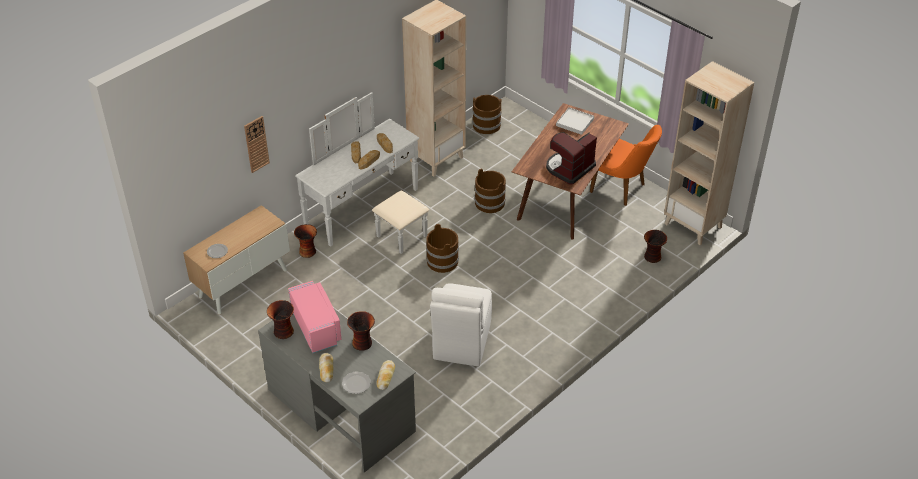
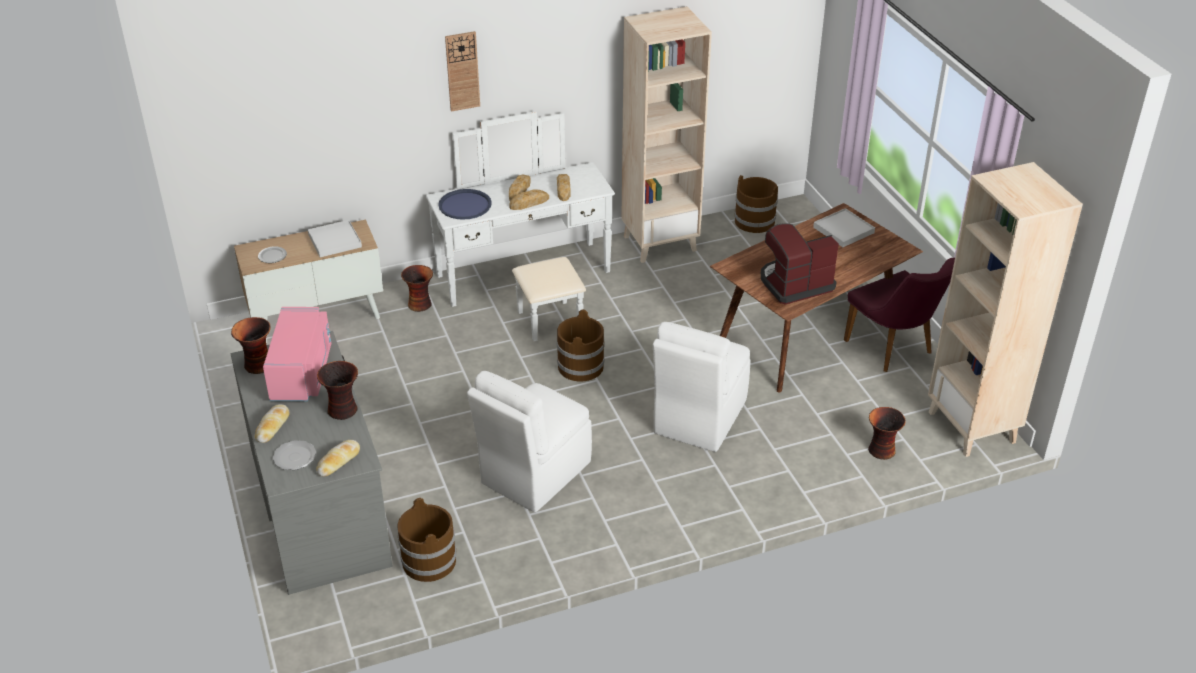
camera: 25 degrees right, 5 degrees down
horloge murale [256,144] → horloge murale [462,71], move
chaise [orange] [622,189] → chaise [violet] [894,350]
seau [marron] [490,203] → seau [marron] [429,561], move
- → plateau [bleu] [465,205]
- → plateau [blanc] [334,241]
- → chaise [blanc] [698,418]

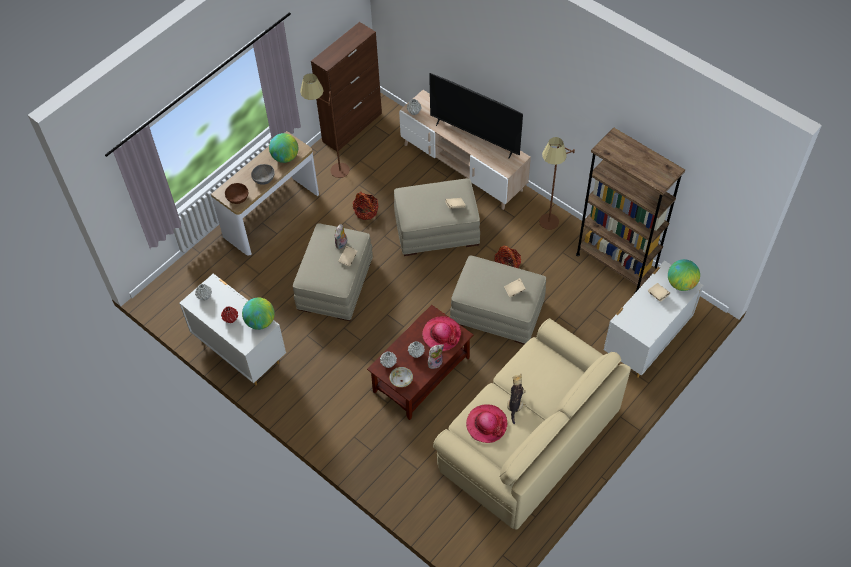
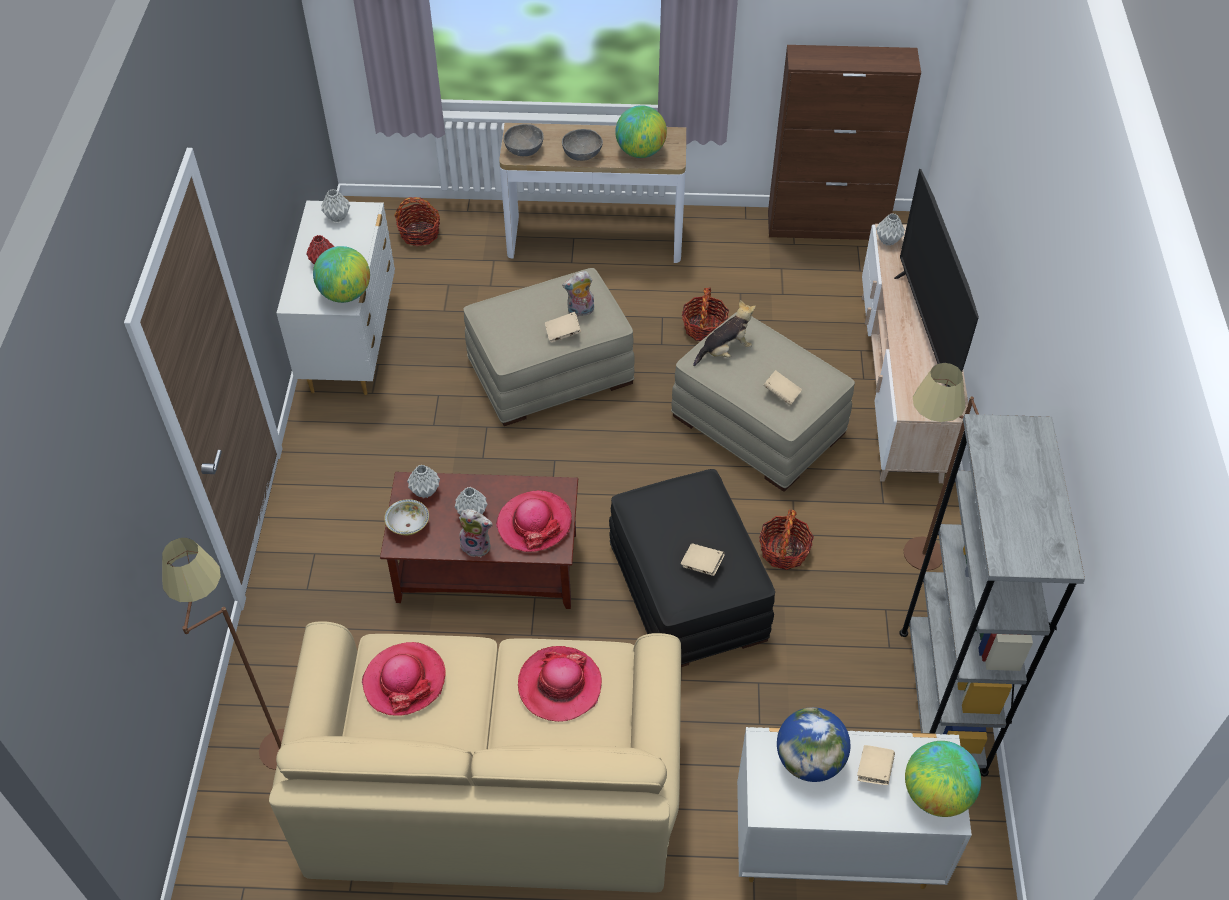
camera: 50 degrees right, 5 degrees down
lampadaire [marron] [331,172] → lampadaire [marron] [266,738], move
bibliothèque [marron] [615,264] → bibliothèque [gris] [942,700]
bol [marron] [238,198] → bol [gris] [524,149]
pouf [beige] [498,311] → pouf [noir] [688,592]
peluche [515,403] → peluche [725,351], move
- → panier [420,233]
- → chapeau [559,685]
- → globe [809,760]

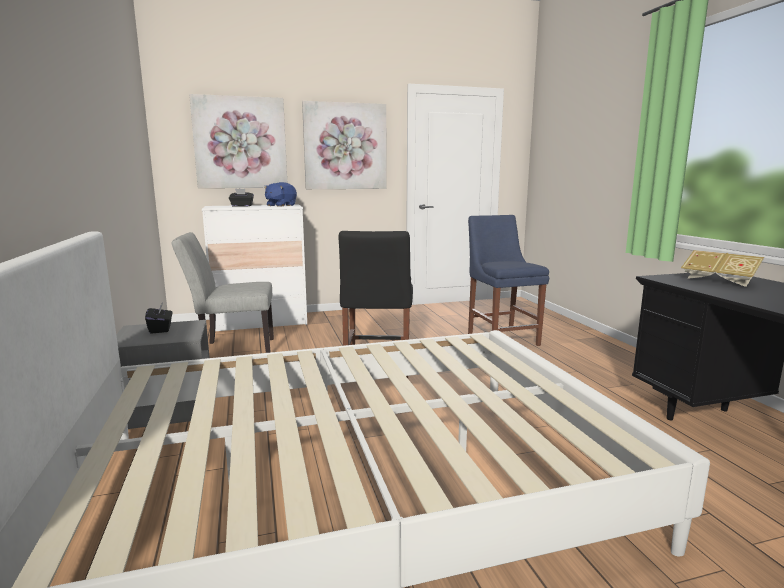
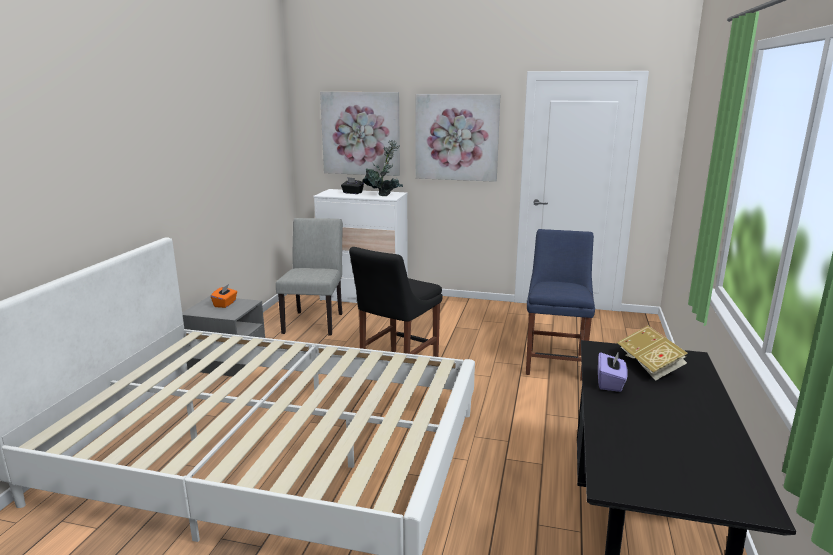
camera: 30 degrees right, 5 degrees up
peluche [bleu] [280,205] → plante en pot [384,195]
chaise [gris] [231,350] → chaise [gris] [315,321], 75 degrees clockwise
boîte à mouchoirs [noir] [161,329] → boîte à mouchoirs [orange] [225,304]
- → boîte à mouchoirs [violet] [610,383]

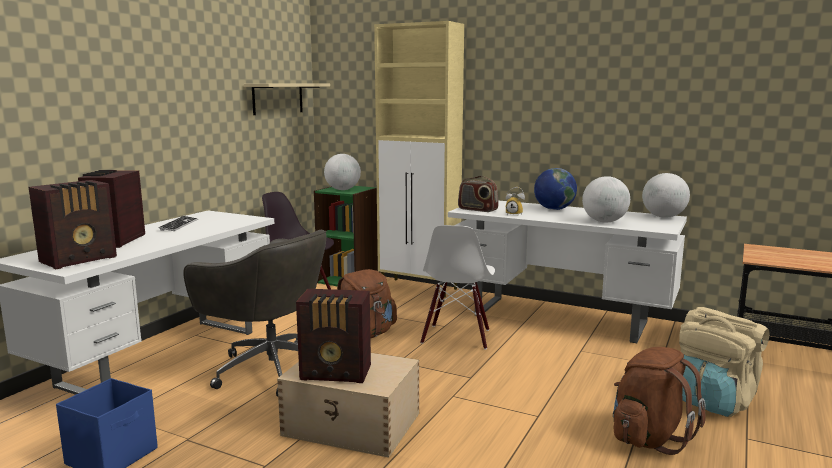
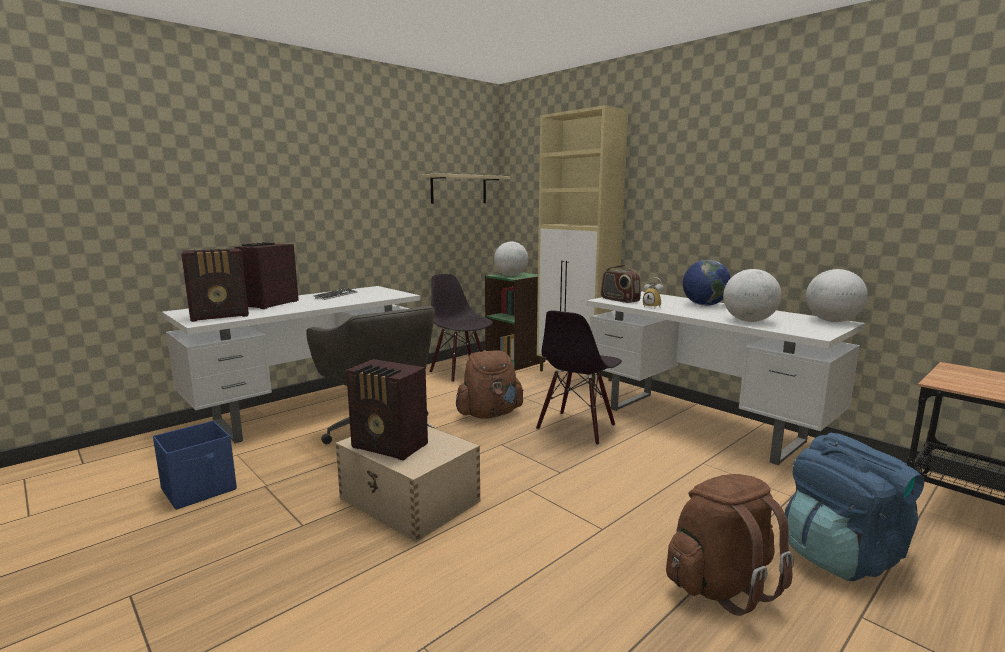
camera: 20 degrees right, 0 degrees up
chaise [blanc] [457,337] → chaise [noir] [576,428]
sac à dos [beige] [714,401] → sac à dos [bleu] [841,555]

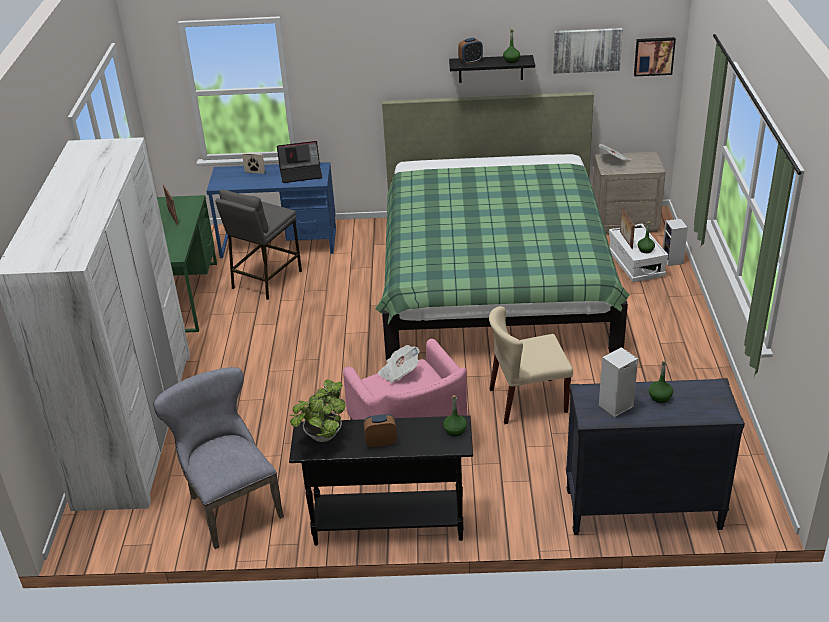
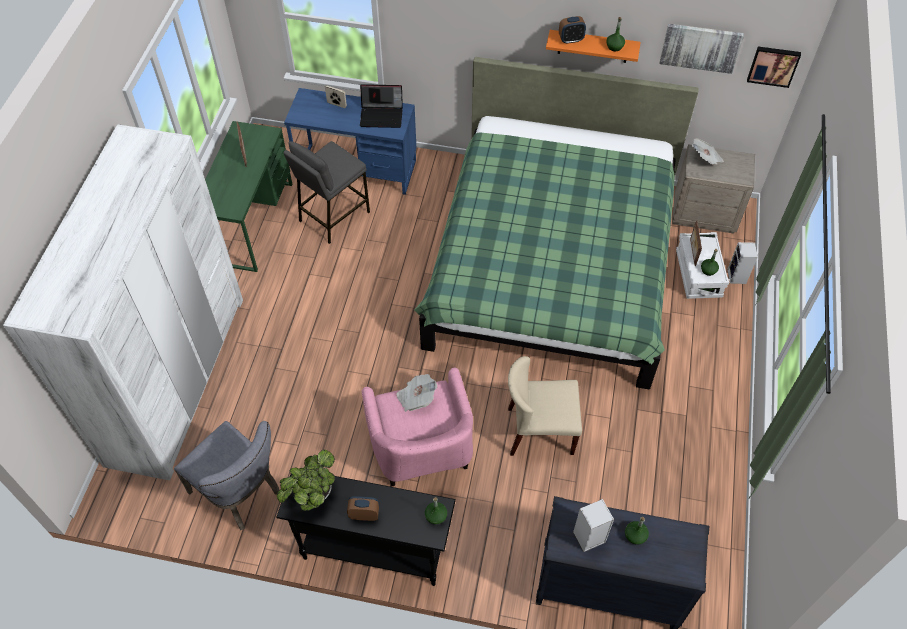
camera: 10 degrees right, 20 degrees up
étagère [noir] [491,68] → étagère [orange] [593,46]
chaise [gris] [230,504] → chaise [gris] [241,493], 150 degrees clockwise

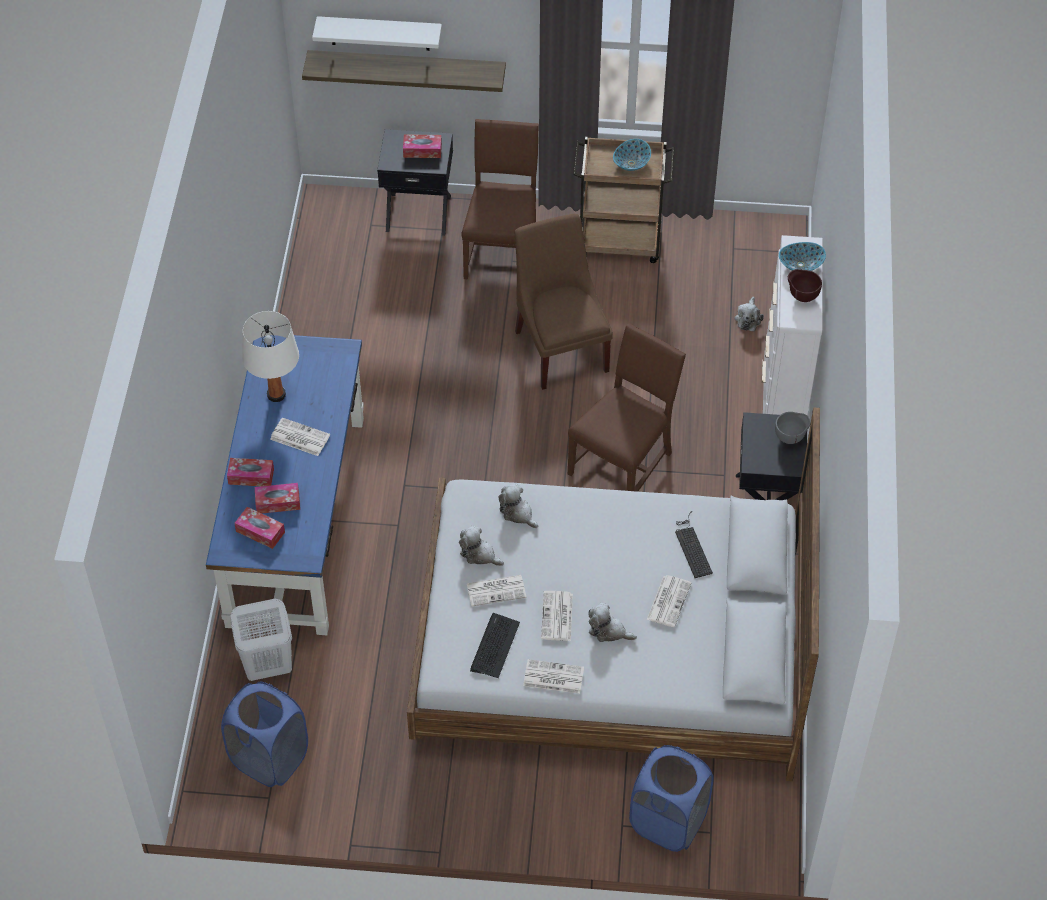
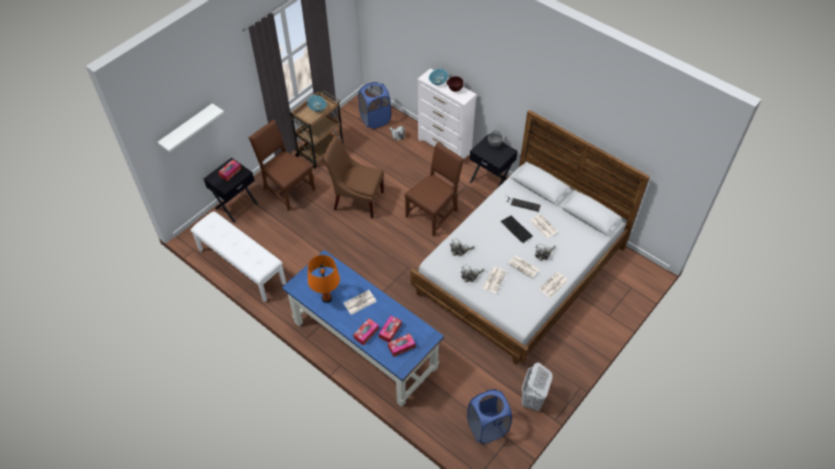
camera: 55 degrees left, 0 degrees up
étagère [407,68] → -
lampe de table [blanc] [276,394] → lampe de table [orange] [326,298]
chaise [marron] [624,463] → chaise [marron] [433,213], 60 degrees clockwise
panier à linge [blanc] [267,667] → panier à linge [blanc] [532,400], move
clavier [494,646] → clavier [516,229], move
panier à linge [bleu] [668,821] → panier à linge [bleu] [375,119], move
- → banc [blanc] [241,266]

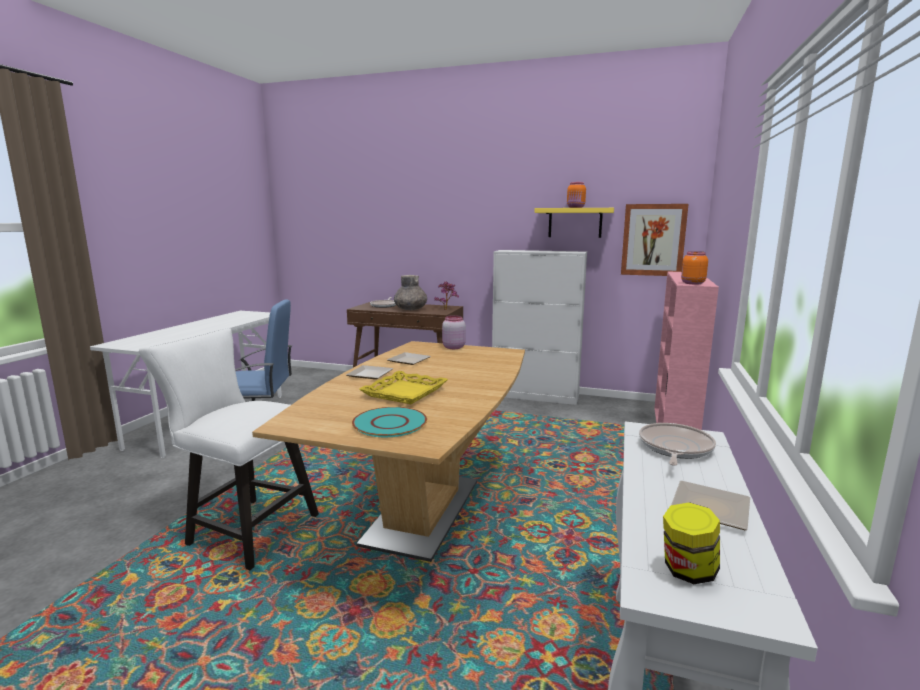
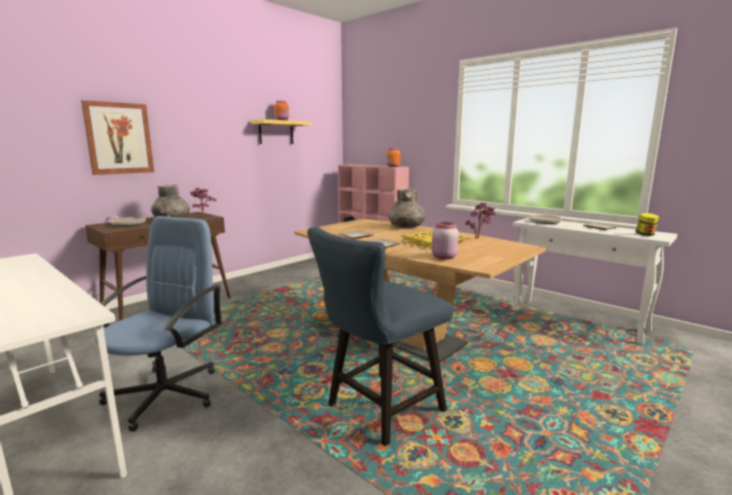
camera: 65 degrees left, 0 degrees up
tableau [653,240] → tableau [119,138], move
meuble de rangement [blanc] [535,396] → -
bocal [rose] [453,347] → bocal [rose] [443,257], move
chaise [blanc] [246,529] → chaise [bleu] [379,410]
assiette [turquoise] [390,423] → -
- → vase [gris] [406,227]
- → plante en pot [479,238]

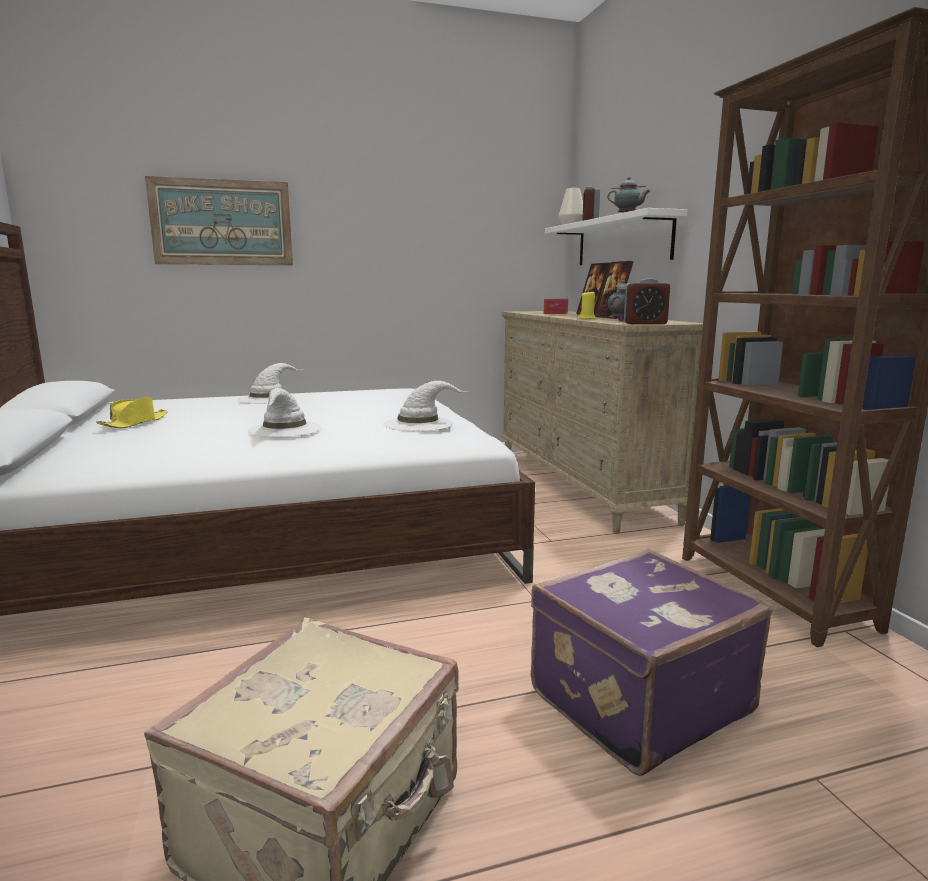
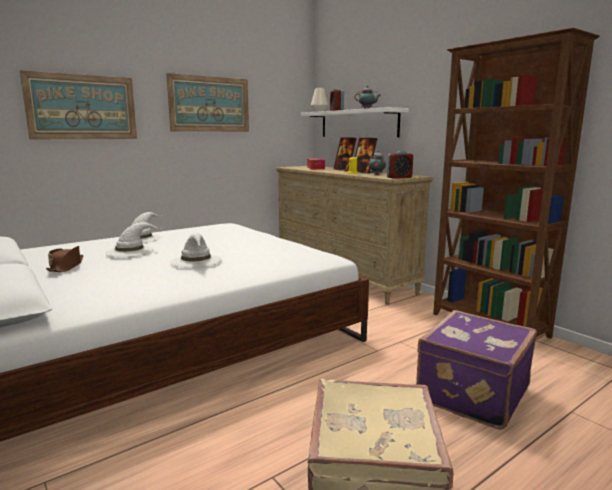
camera: 20 degrees left, 0 degrees up
chapeau [blanc] [419,423] → chapeau [blanc] [130,251], move
chapeau [jaune] [134,423] → chapeau [marron] [66,266]
- → tableau [210,104]

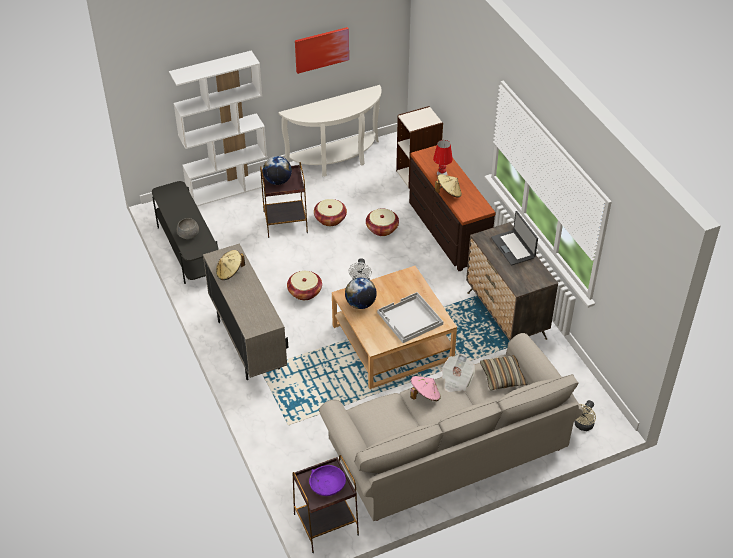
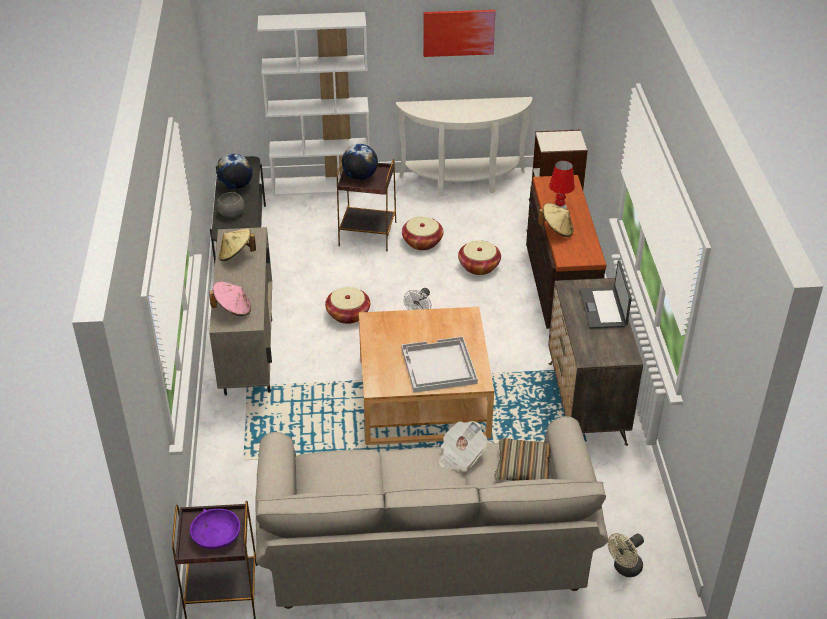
camera: 20 degrees right, 5 degrees down
globe [360,304] → globe [236,186], move
chapeau [rose] [425,395] → chapeau [rose] [233,309], move

